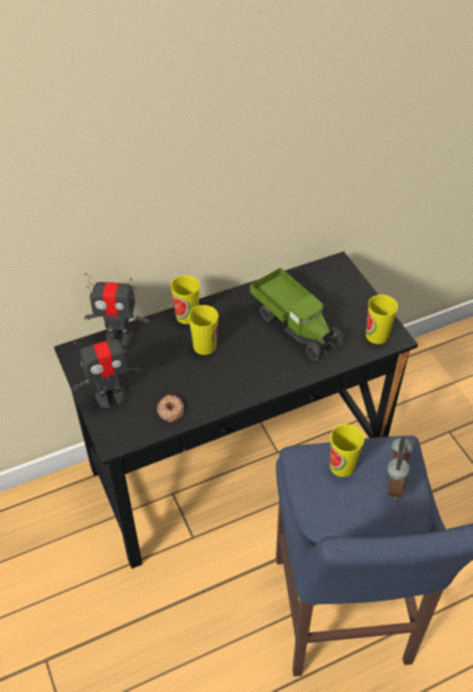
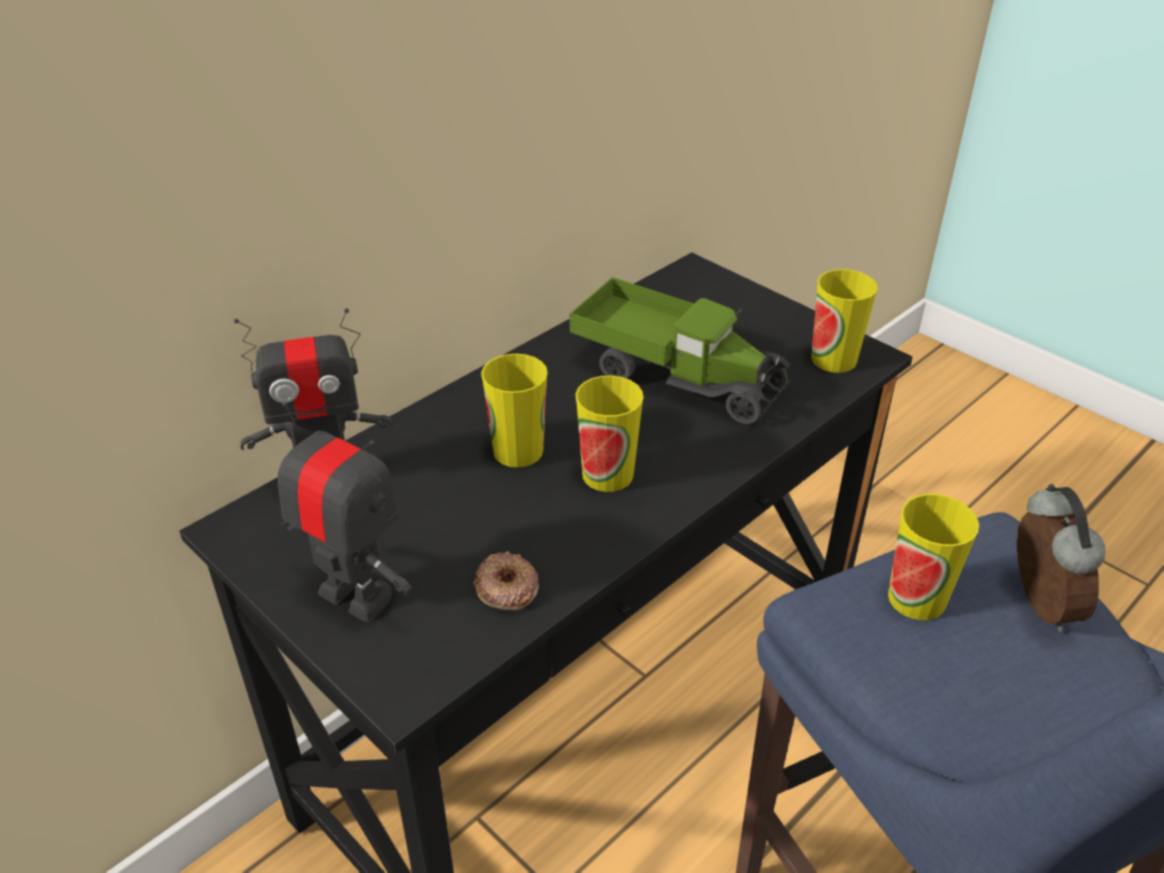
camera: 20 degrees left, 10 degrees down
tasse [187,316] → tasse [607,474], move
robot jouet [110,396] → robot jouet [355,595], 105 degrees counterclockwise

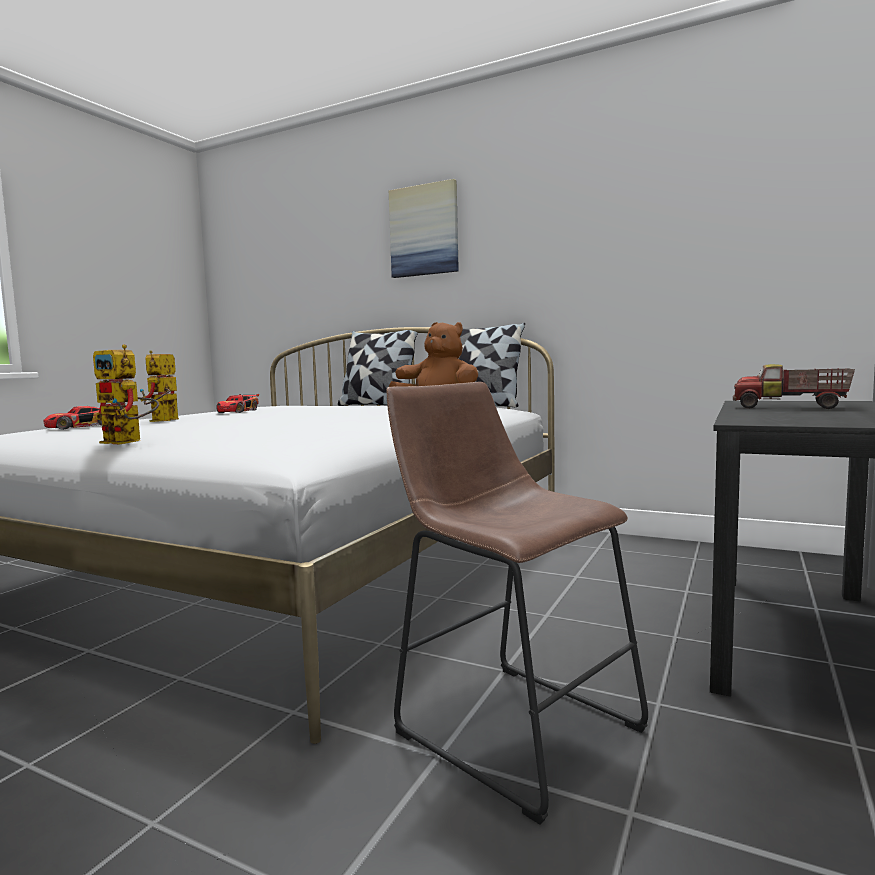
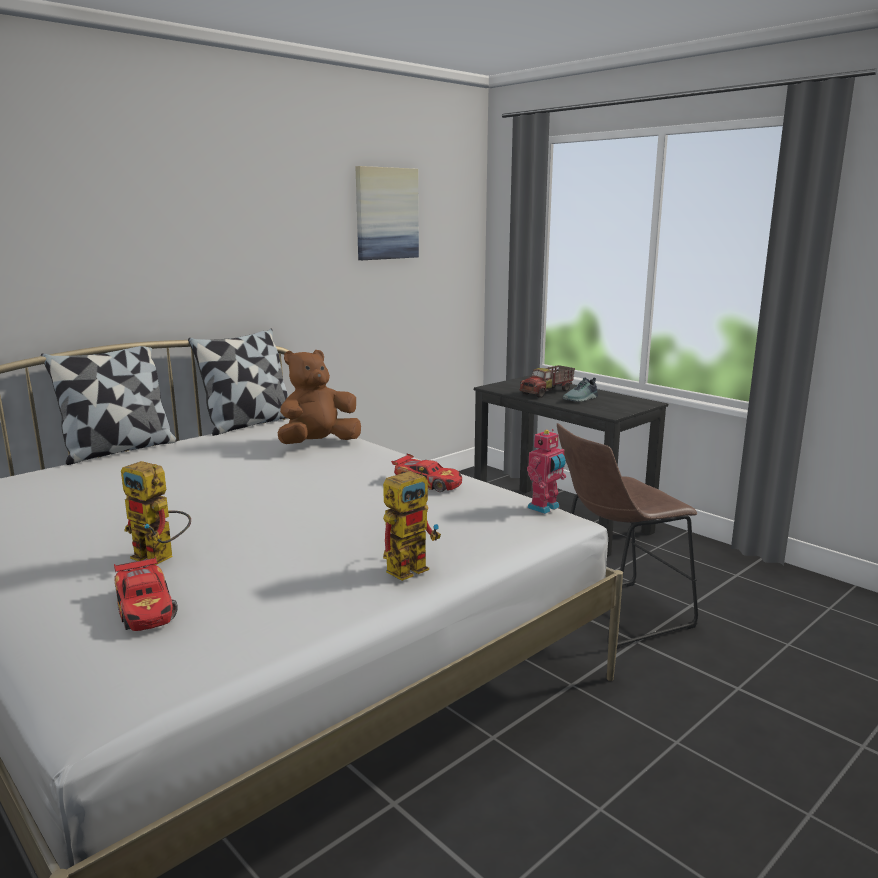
camera: 70 degrees left, 10 degrees up
tableau [424,230] → tableau [386,213], move
petite voiture [238,411] → petite voiture [428,483], move
- → chaussure [581,399]
- → robot jouet [545,508]

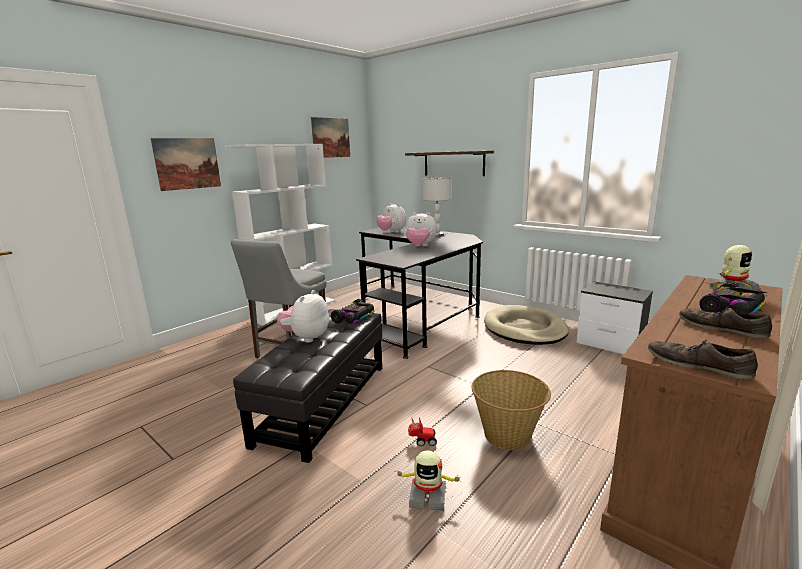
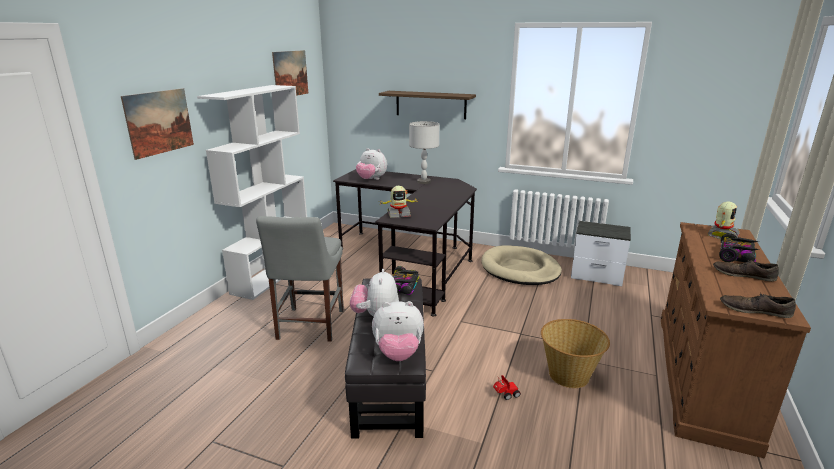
camera: 20 degrees left, 5 degrees up
peluche [420,246] → peluche [398,353], move
robot jouet [428,496] → robot jouet [398,214], move

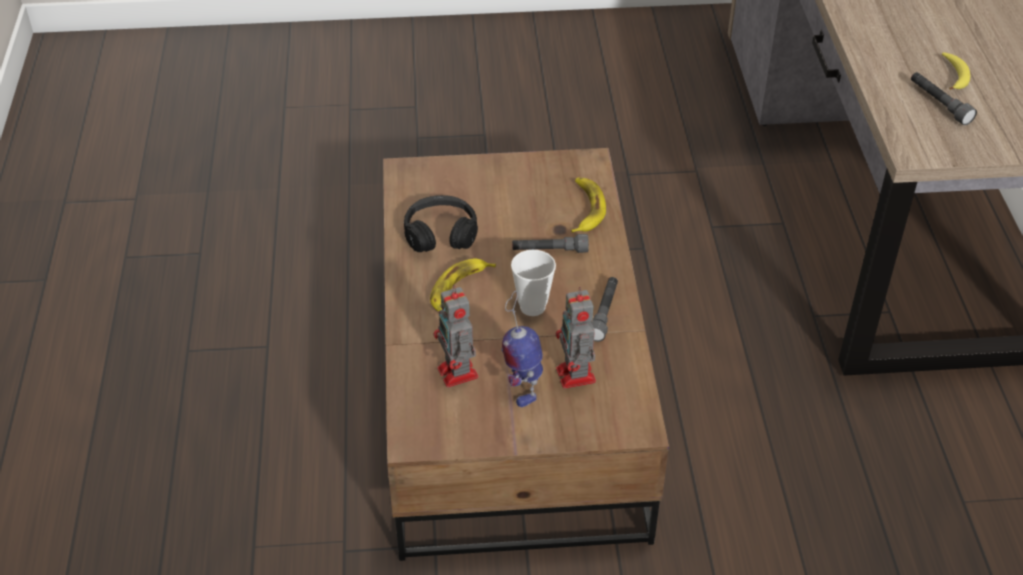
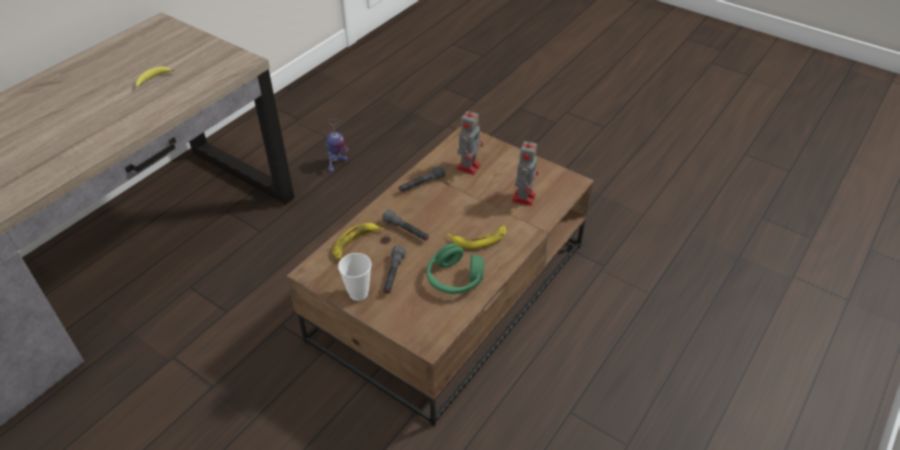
camera: 140 degrees left, 0 degrees up
lampe de poche [gris] [939,104] → lampe de poche [gris] [393,274], move
casque audio [noir] [441,233] → casque audio [vert] [454,278]
tasse [532,307] → tasse [358,293], move
robot jouet [522,386] → robot jouet [337,164], move

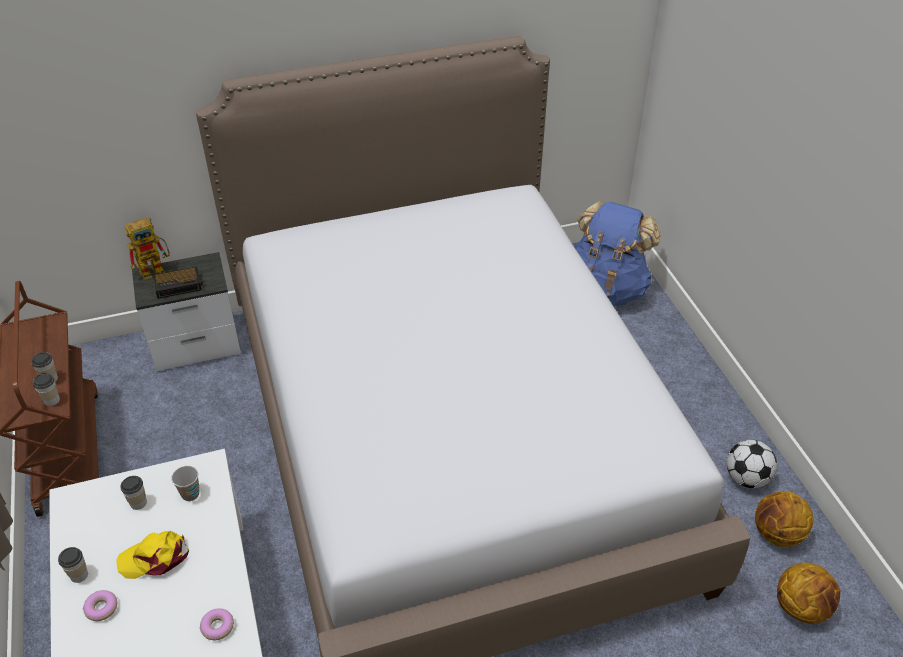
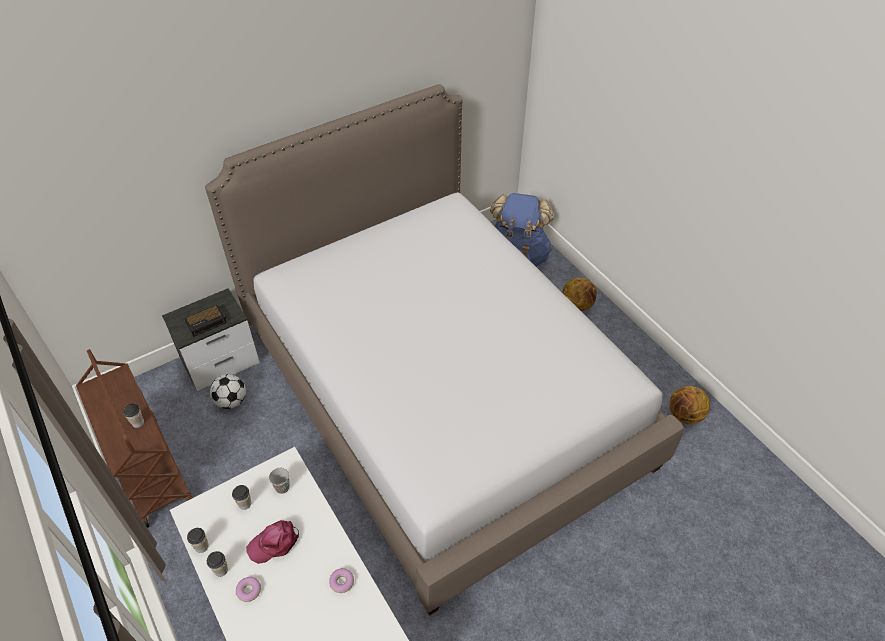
camera: 15 degrees left, 5 degrees up
robot jouet [156,269] → -
tasse [51,400] → tasse [201,546], move
ballon de foot [746,478] → ballon de foot [231,401], move
casquette [jaune] [155,558] → casquette [rose] [274,543]
ballon de basket [802,607] → ballon de basket [577,305], move

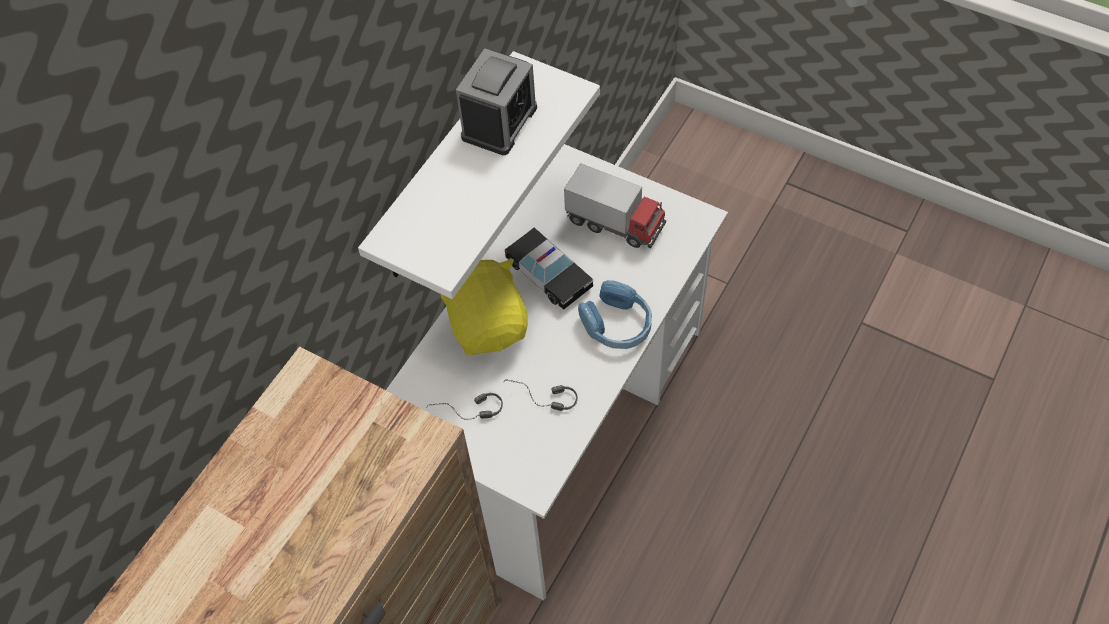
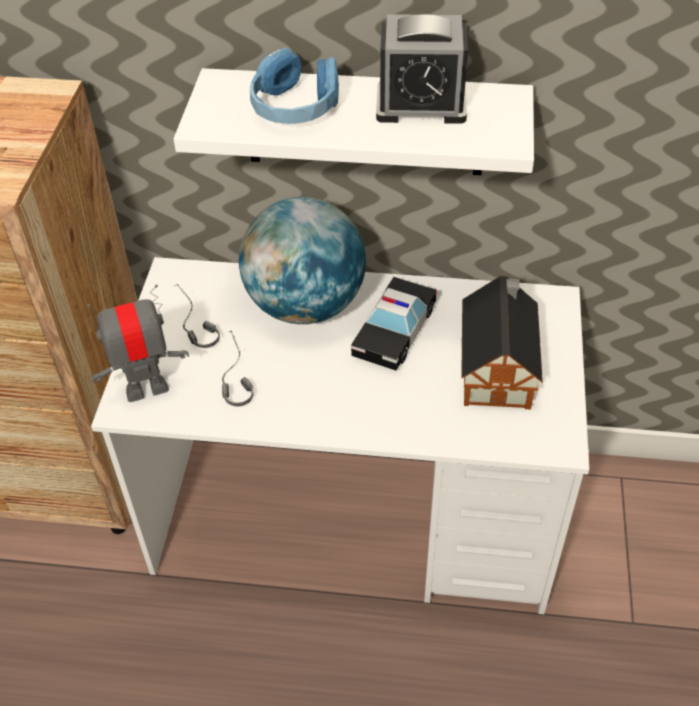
camera: 65 degrees right, 10 degrees down
camion jouet [615,224] → maison miniature [497,366]
peluche [jaune] [488,324] → globe [305,305]
casque audio [bleu] [617,324] → casque audio [bleu] [295,107], move
- → robot jouet [146,388]

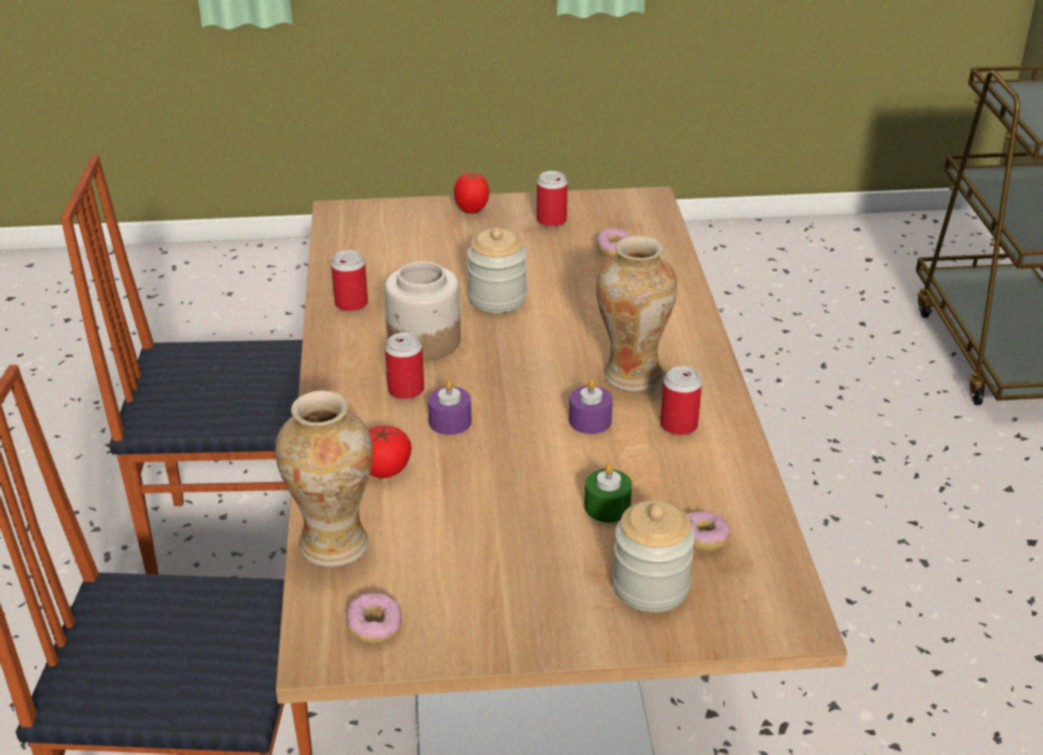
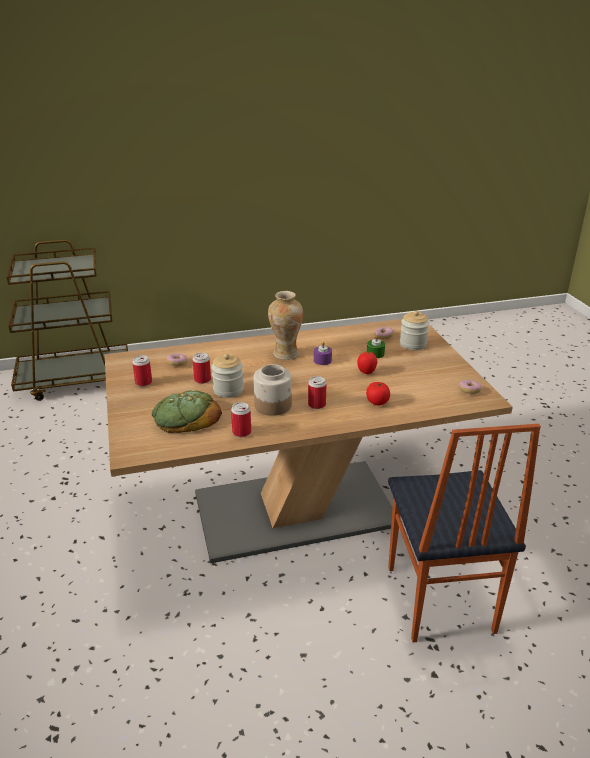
camera: 100 degrees left, 5 degrees down
chaise [240,542] → -
tomate [472,210] → tomate [366,372], move
boîte métallique [679,425] → boîte métallique [202,380], move
bougie [violet] [450,421] → -
vase [334,545] → -
- → pain [185,416]

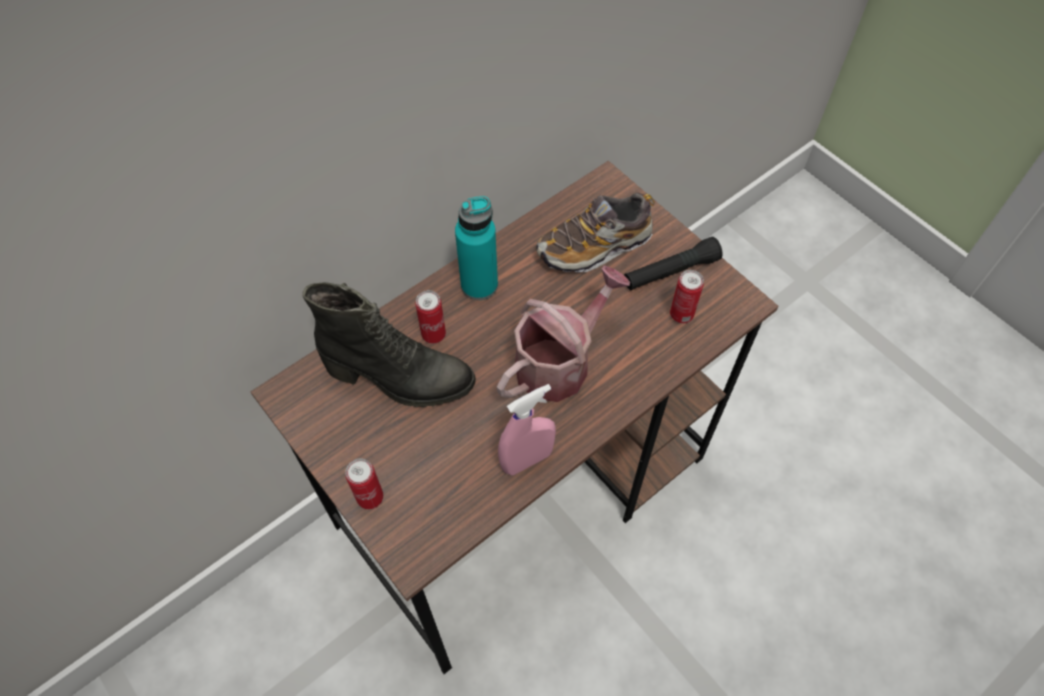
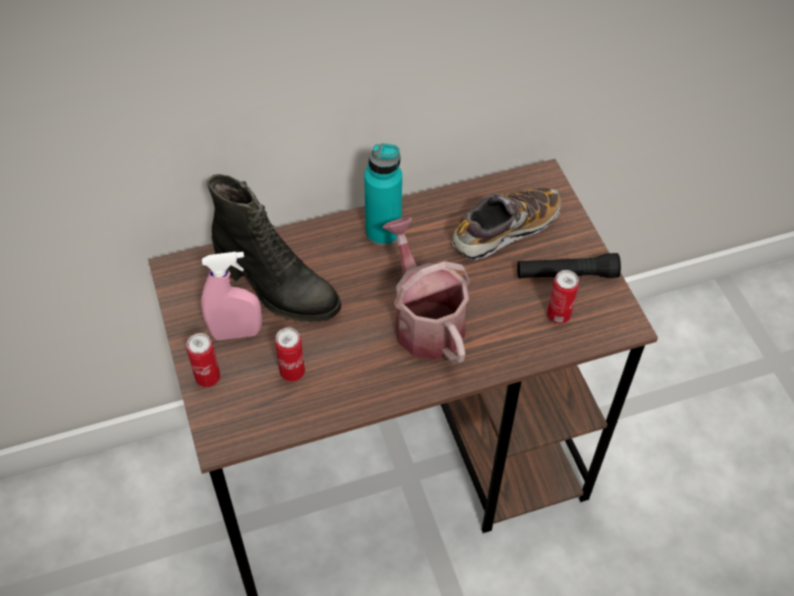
camera: 20 degrees right, 5 degrees down
chaussure [594,247] → chaussure [505,231], 150 degrees clockwise
arrosoir [559,362] → arrosoir [424,320], 90 degrees counterclockwise
boîte métallique [433,334] → boîte métallique [292,372], move
vaporisateur [rose] [527,460] → vaporisateur [rose] [236,333], move

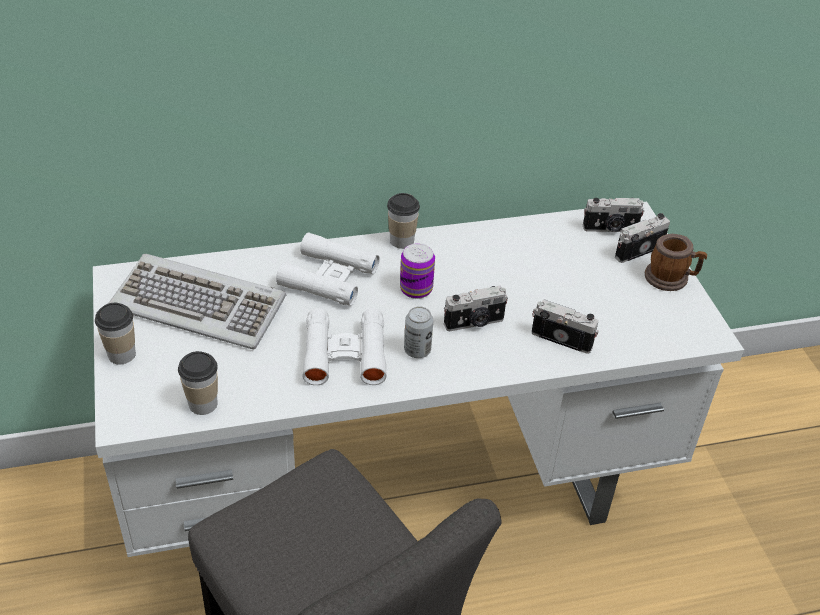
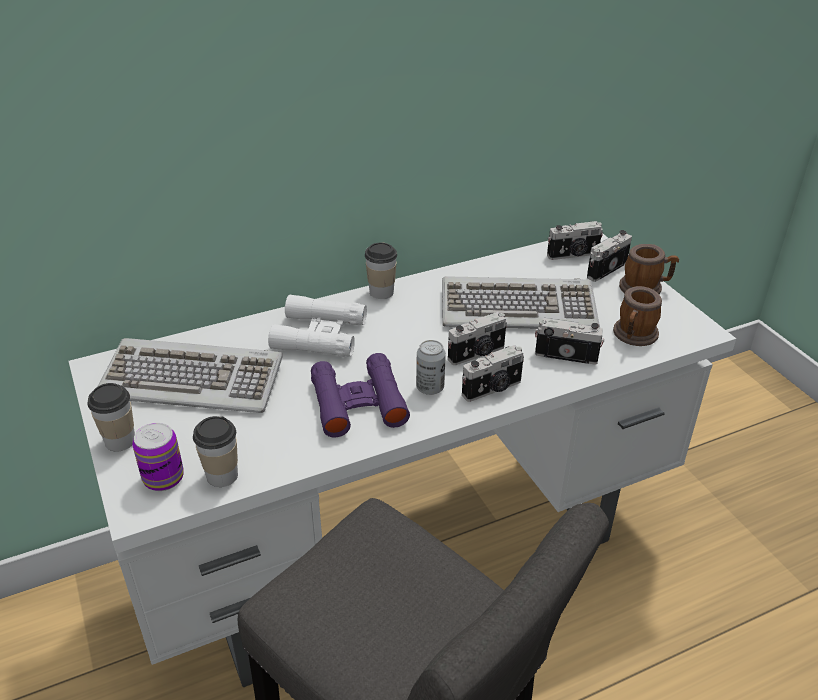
camera: 10 degrees left, 5 degrees down
boîte métallique [416,289] → boîte métallique [163,478], move
jumelles [blanc] [345,354] → jumelles [violet] [358,402]
- → clavier [518,308]
- → mug [634,336]
- → appareil photo [493,389]

